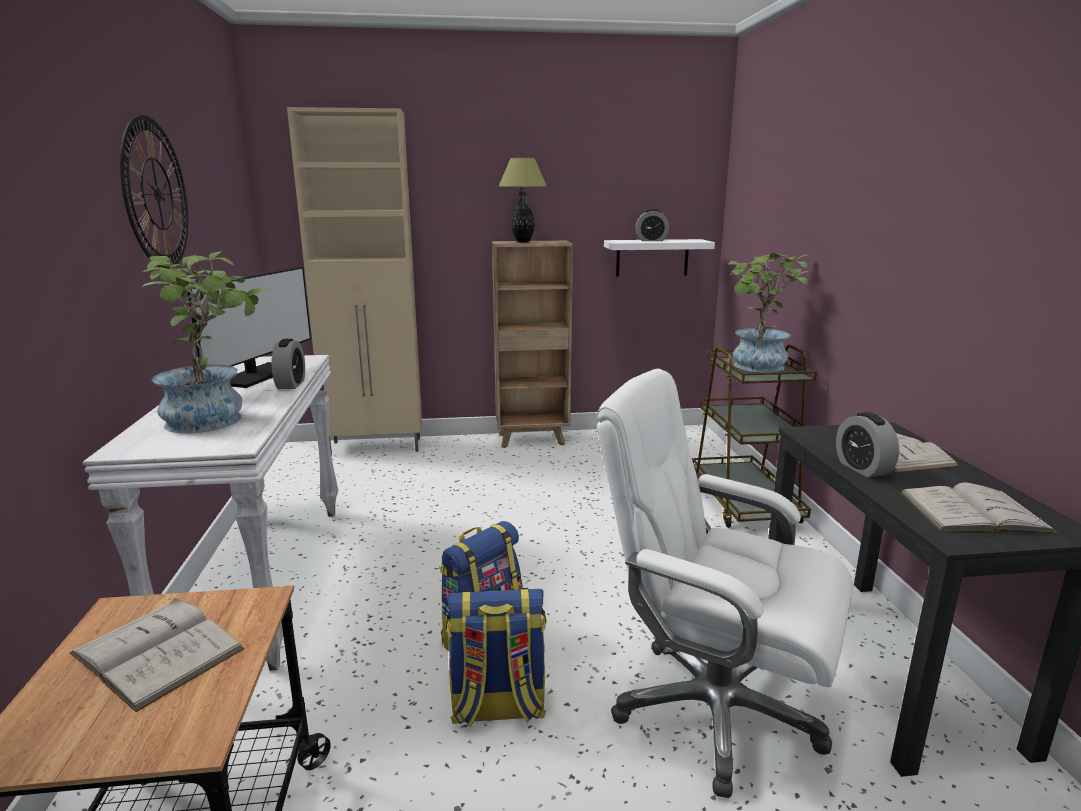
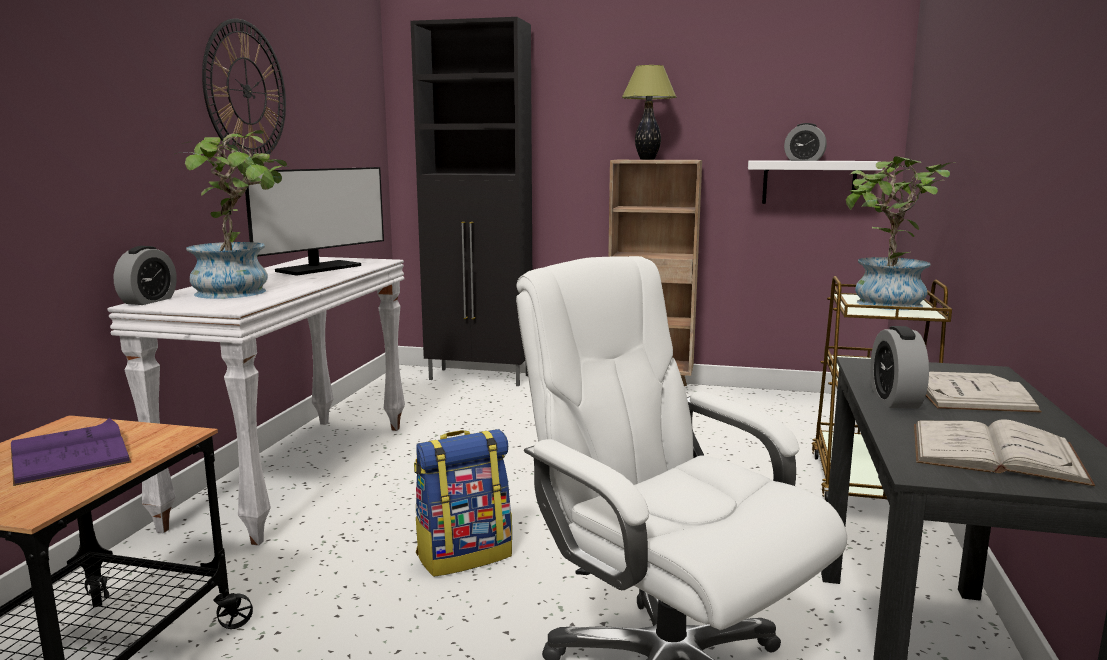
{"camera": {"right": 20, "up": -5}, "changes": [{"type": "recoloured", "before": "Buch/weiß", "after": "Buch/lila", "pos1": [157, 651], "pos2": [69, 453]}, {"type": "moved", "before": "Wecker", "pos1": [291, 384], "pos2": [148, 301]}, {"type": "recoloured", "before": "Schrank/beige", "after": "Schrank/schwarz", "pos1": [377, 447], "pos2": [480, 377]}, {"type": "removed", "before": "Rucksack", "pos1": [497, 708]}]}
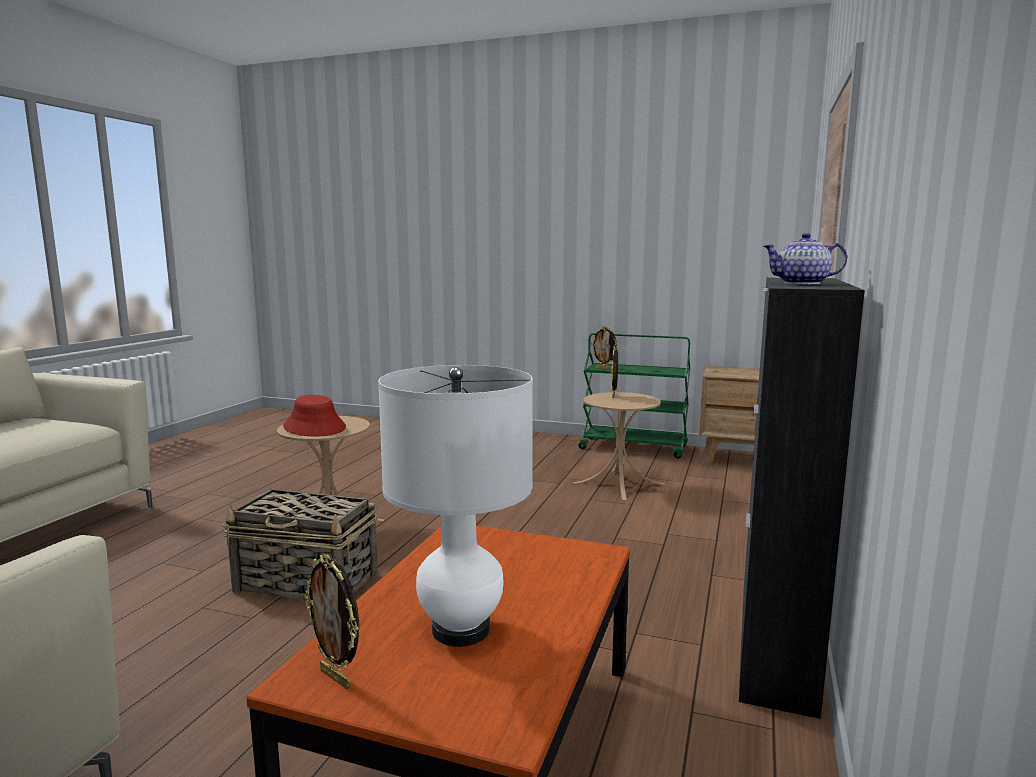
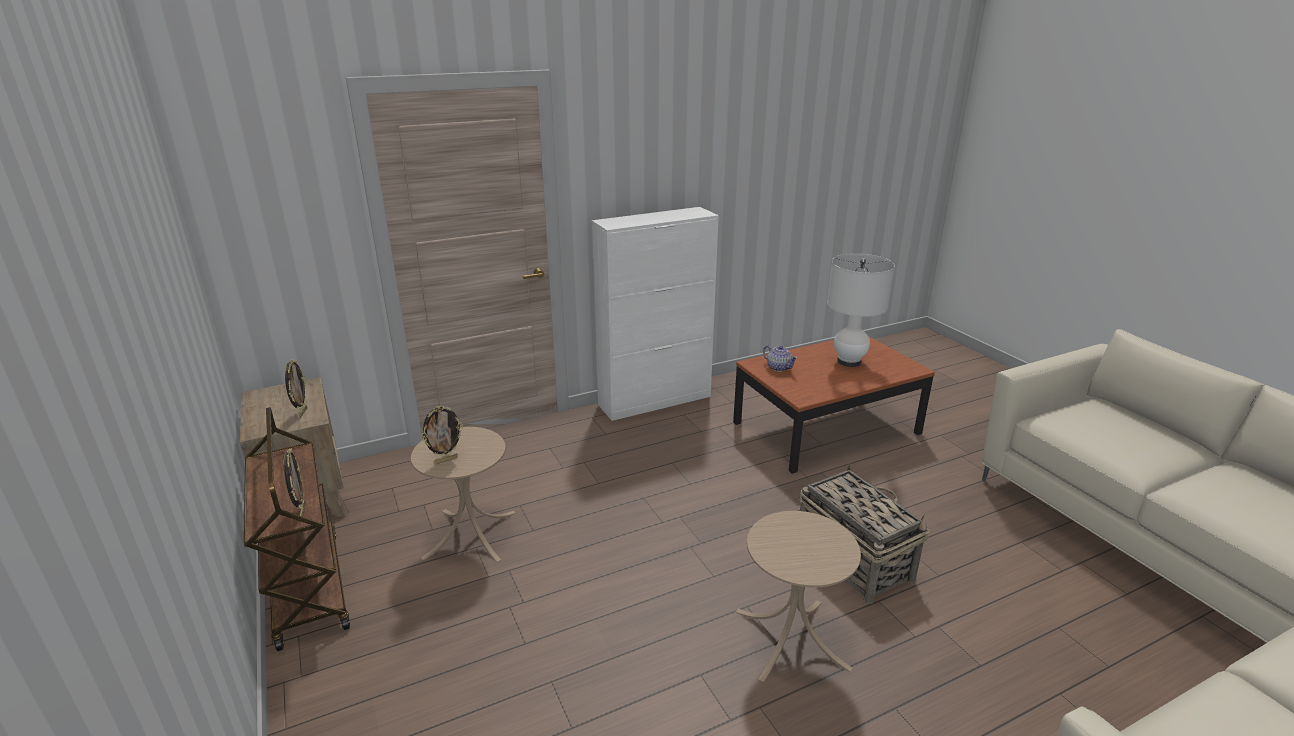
{"camera": {"right": -135, "up": 15}, "changes": [{"type": "recoloured", "before": "Rollwagen/grün", "after": "Rollwagen/braun", "pos1": [634, 448], "pos2": [307, 587]}, {"type": "moved", "before": "Bilderrahmen", "pos1": [337, 678], "pos2": [302, 413]}, {"type": "recoloured", "before": "Schrank/schwarz", "after": "Schrank/weiß", "pos1": [775, 645], "pos2": [655, 400]}, {"type": "moved", "before": "Teekanne", "pos1": [803, 283], "pos2": [778, 367]}, {"type": "removed", "before": "Hut/rot", "pos1": [315, 427]}]}
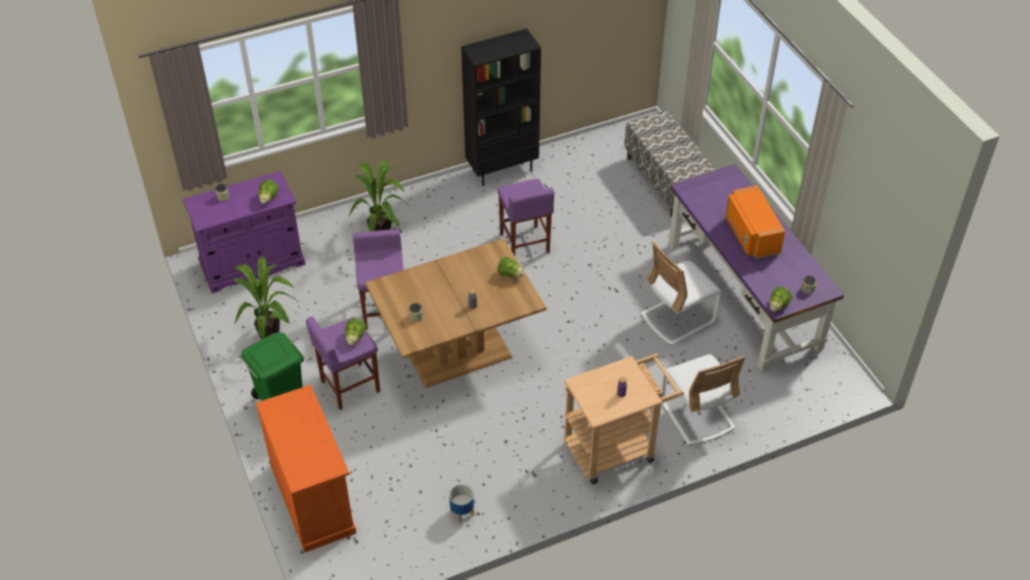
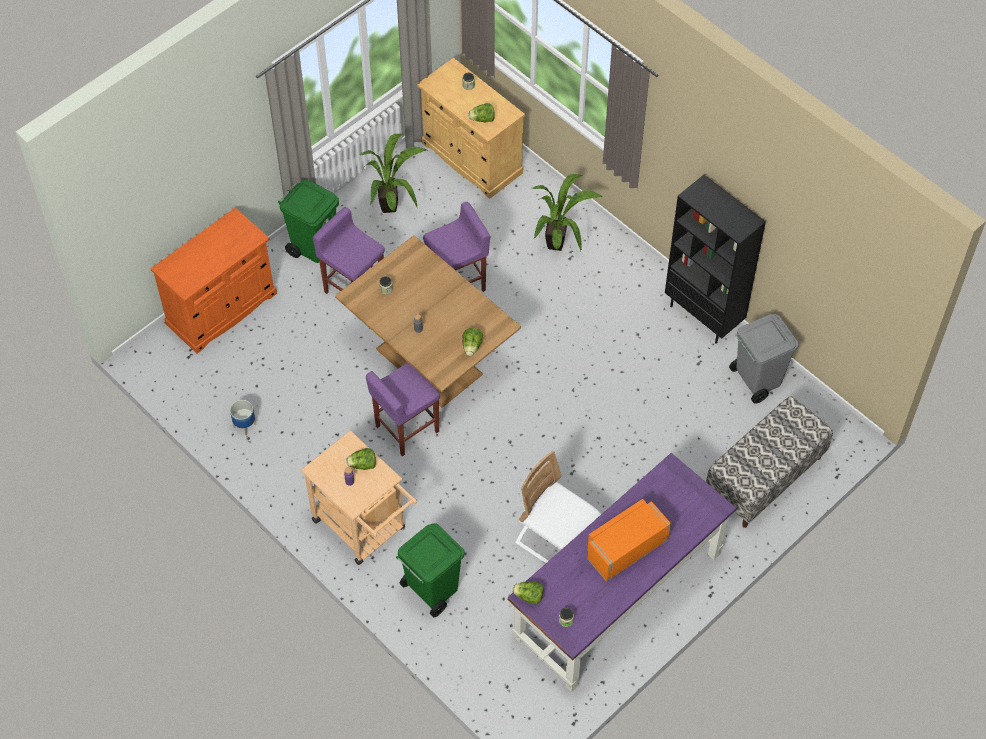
{"camera": {"right": 70, "up": 10}, "changes": [{"type": "moved", "before": "Salatkopf", "pos1": [355, 338], "pos2": [362, 465]}, {"type": "moved", "before": "Hocker/lila", "pos1": [524, 244], "pos2": [406, 429]}, {"type": "replaced", "before": "Stuhl/weiß", "after": "Mülleimer/grün", "pos1": [697, 415], "pos2": [431, 590]}, {"type": "recoloured", "before": "Schrank/lila", "after": "Schrank/beige", "pos1": [252, 264], "pos2": [471, 158]}, {"type": "added", "after": "Mülleimer/grau", "pos2": [756, 380]}]}
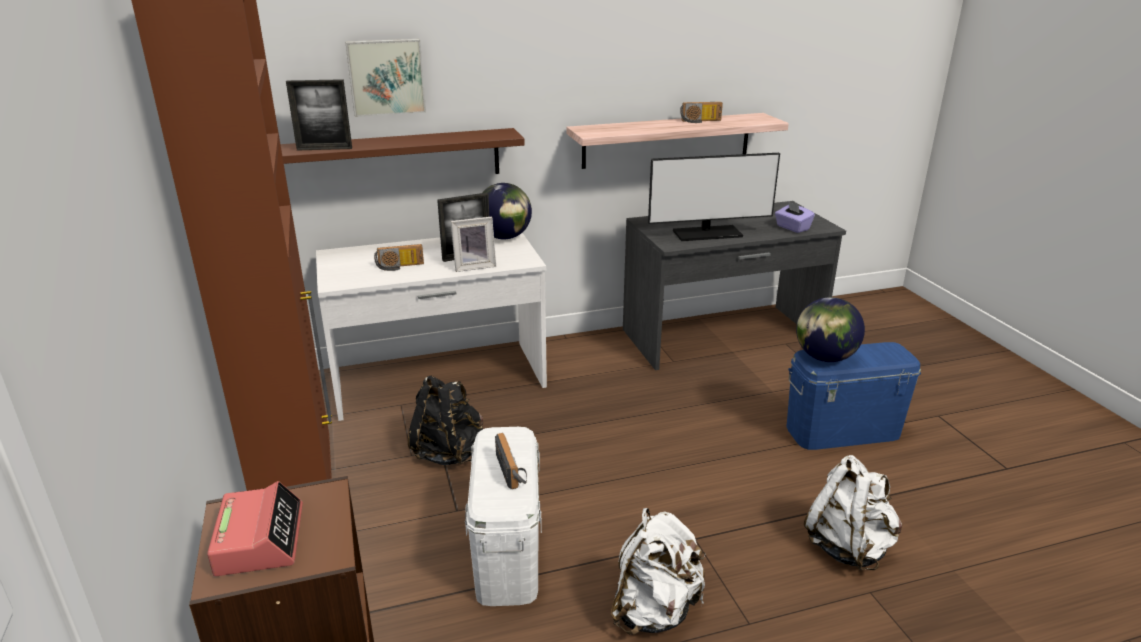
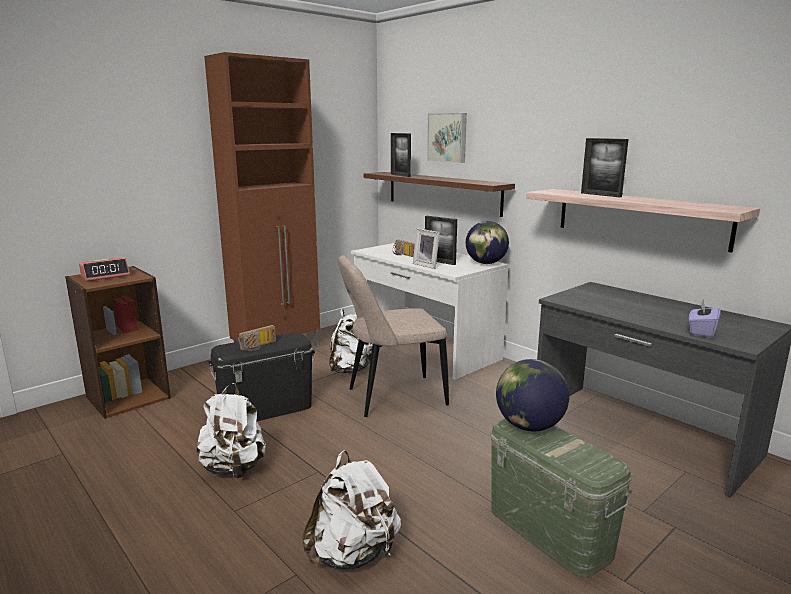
{"camera": {"right": 65, "up": -10}, "changes": [{"type": "recoloured", "before": "Aufbewahrungsbox/weiß", "after": "Aufbewahrungsbox/schwarz", "pos1": [507, 554], "pos2": [266, 409]}, {"type": "recoloured", "before": "Rucksack/schwarz", "after": "Rucksack/weiß", "pos1": [448, 452], "pos2": [351, 370]}, {"type": "added", "after": "Stuhl/beige", "pos2": [392, 397]}, {"type": "recoloured", "before": "Aufbewahrungsbox/blau", "after": "Aufbewahrungsbox/grün", "pos1": [842, 431], "pos2": [549, 531]}, {"type": "added", "after": "Bilderrahmen", "pos2": [600, 195]}, {"type": "removed", "before": "Monitor", "pos1": [707, 234]}, {"type": "removed", "before": "Radio", "pos1": [700, 121]}]}
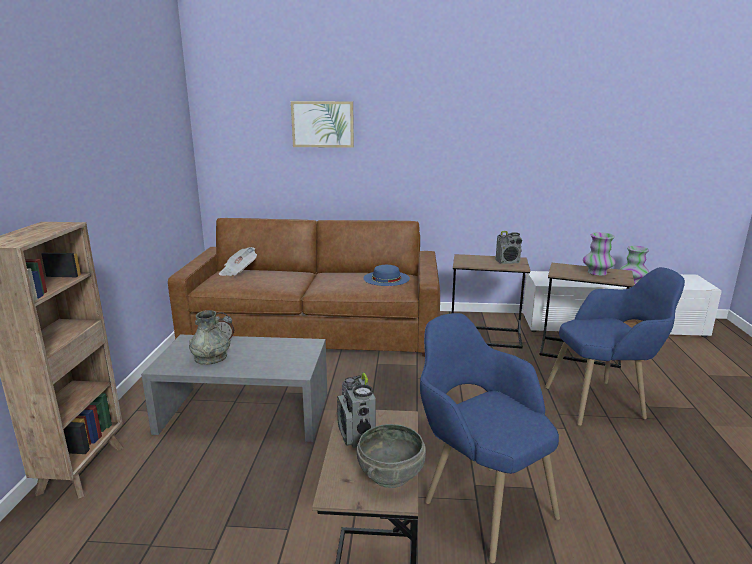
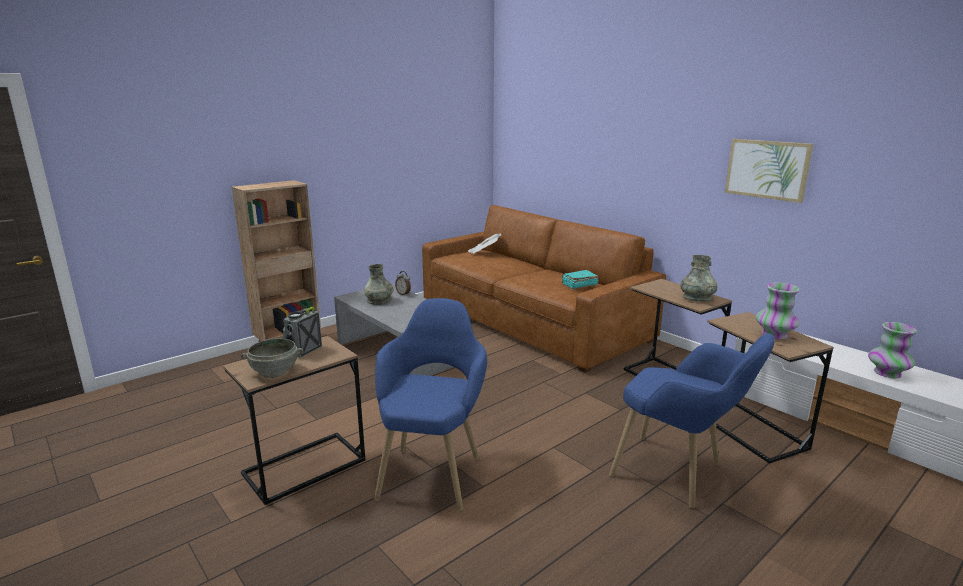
{"camera": {"right": 45, "up": 0}, "changes": [{"type": "replaced", "before": "Hut/blau", "after": "Buch/türkis", "pos1": [386, 278], "pos2": [579, 285]}, {"type": "replaced", "before": "Radio", "after": "Vase/grau", "pos1": [508, 262], "pos2": [697, 298]}, {"type": "moved", "before": "Bild", "pos1": [322, 124], "pos2": [767, 169]}]}
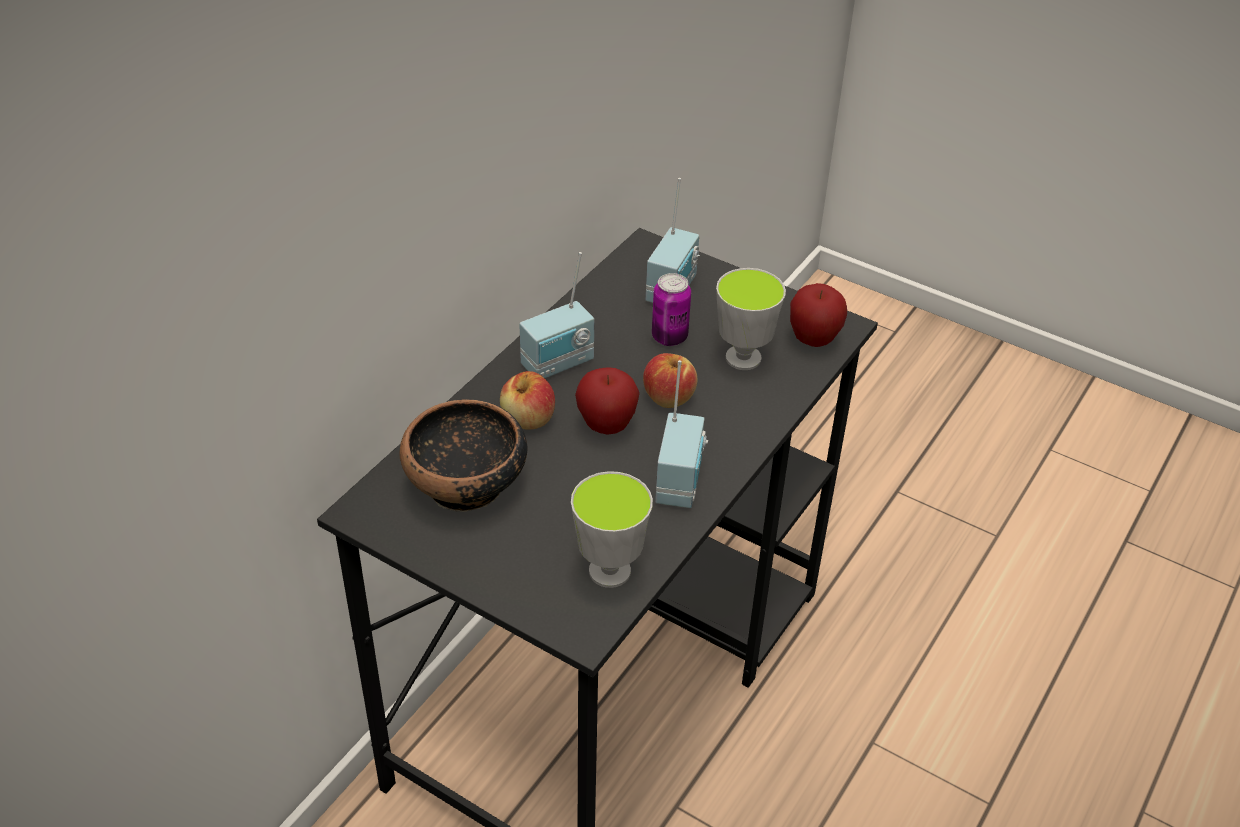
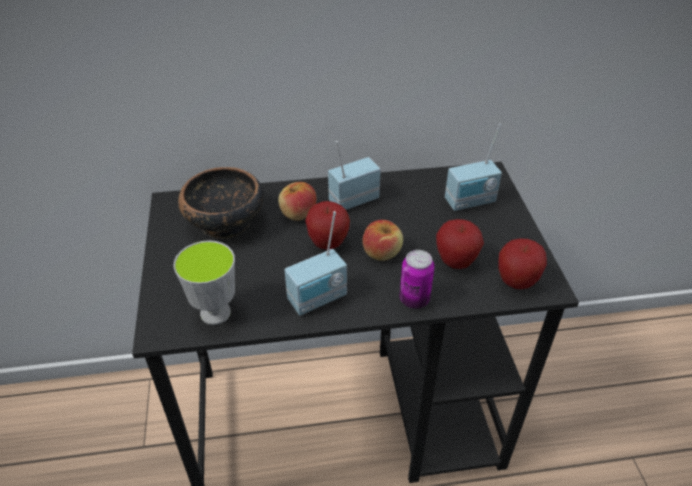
{"camera": {"right": 50, "up": 0}, "changes": [{"type": "turned", "before": "Radio", "pos1": [559, 365], "pos2": [352, 199], "turn": 135}, {"type": "moved", "before": "Dose", "pos1": [669, 337], "pos2": [414, 299]}, {"type": "replaced", "before": "Tasse", "after": "Apfel", "pos1": [743, 358], "pos2": [455, 262]}]}
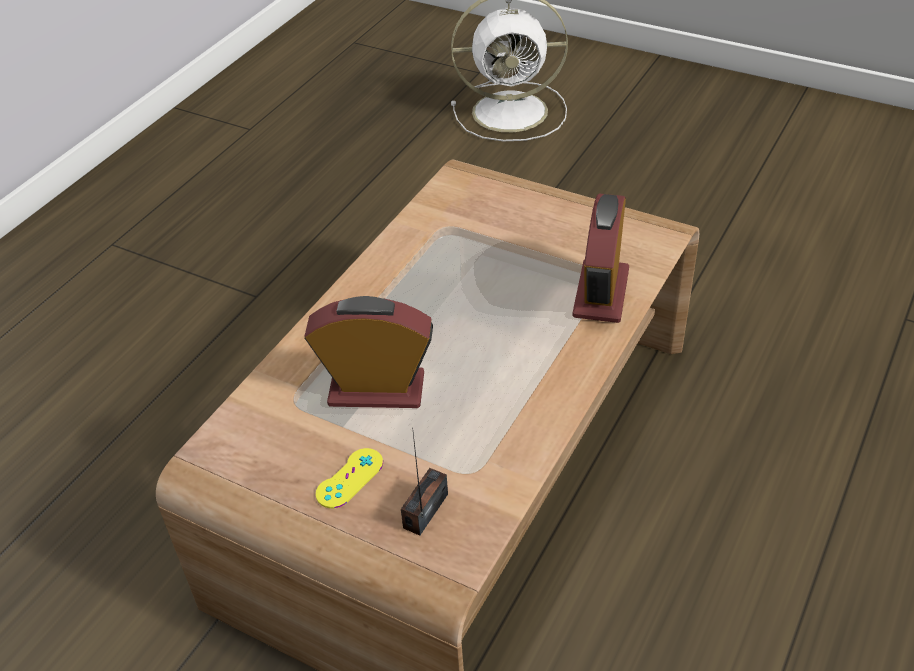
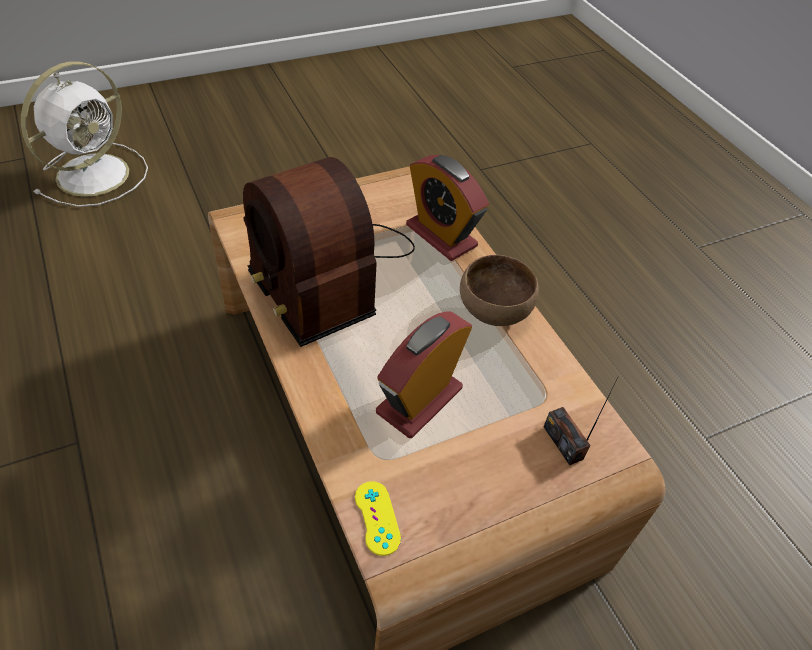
{"camera": {"right": -60, "up": 5}, "changes": [{"type": "added", "after": "Radio", "pos2": [327, 272]}, {"type": "moved", "before": "Gamepad/gelb", "pos1": [349, 478], "pos2": [377, 518]}, {"type": "added", "after": "Schüssel/braun", "pos2": [492, 309]}]}
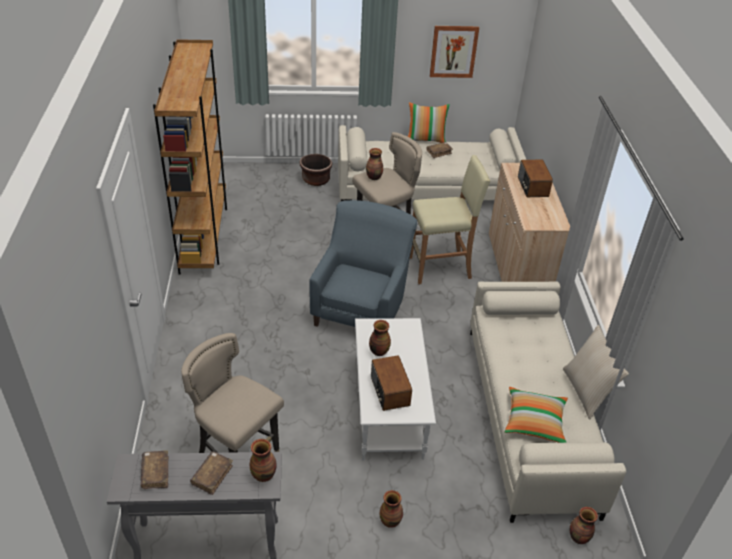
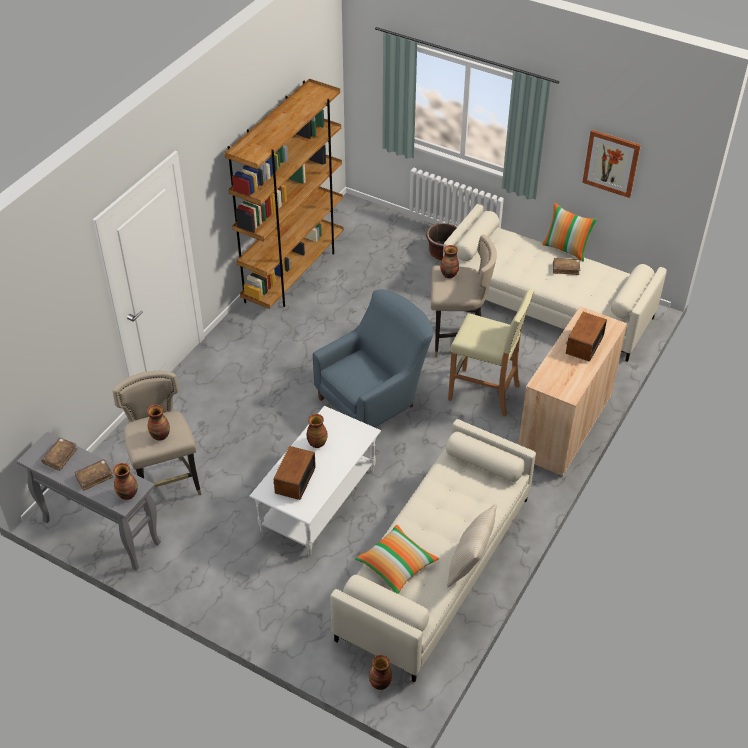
{"camera": {"right": 35, "up": 5}, "changes": [{"type": "moved", "before": "Vase", "pos1": [390, 520], "pos2": [161, 435]}]}
